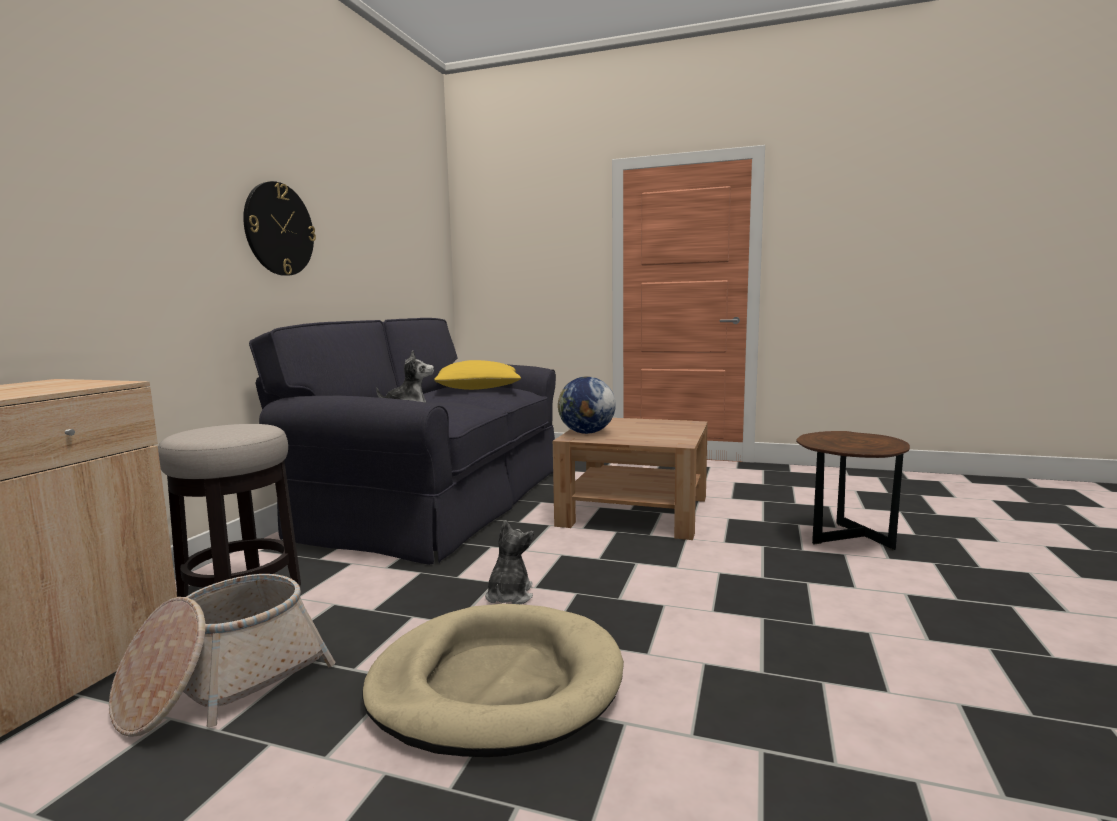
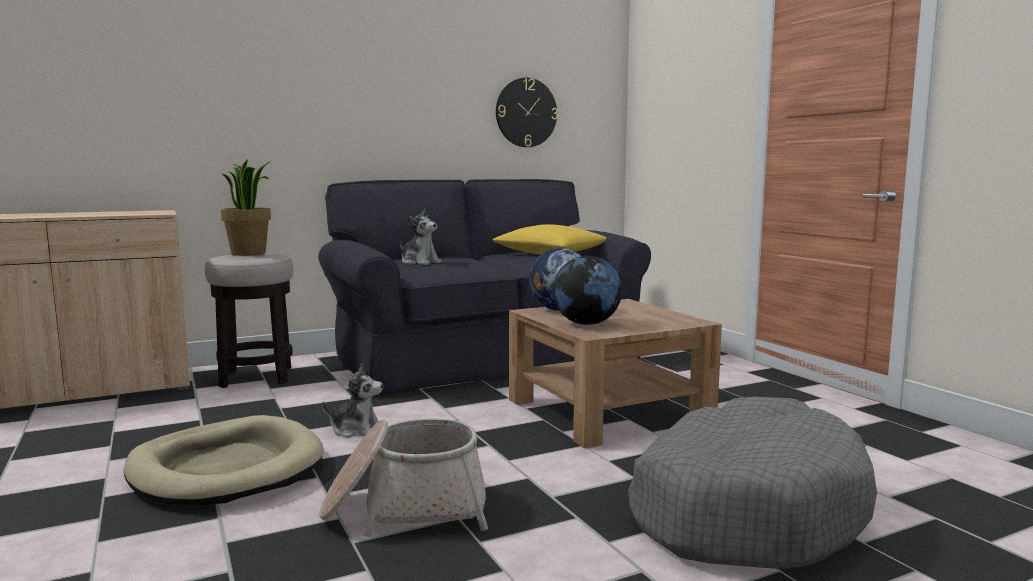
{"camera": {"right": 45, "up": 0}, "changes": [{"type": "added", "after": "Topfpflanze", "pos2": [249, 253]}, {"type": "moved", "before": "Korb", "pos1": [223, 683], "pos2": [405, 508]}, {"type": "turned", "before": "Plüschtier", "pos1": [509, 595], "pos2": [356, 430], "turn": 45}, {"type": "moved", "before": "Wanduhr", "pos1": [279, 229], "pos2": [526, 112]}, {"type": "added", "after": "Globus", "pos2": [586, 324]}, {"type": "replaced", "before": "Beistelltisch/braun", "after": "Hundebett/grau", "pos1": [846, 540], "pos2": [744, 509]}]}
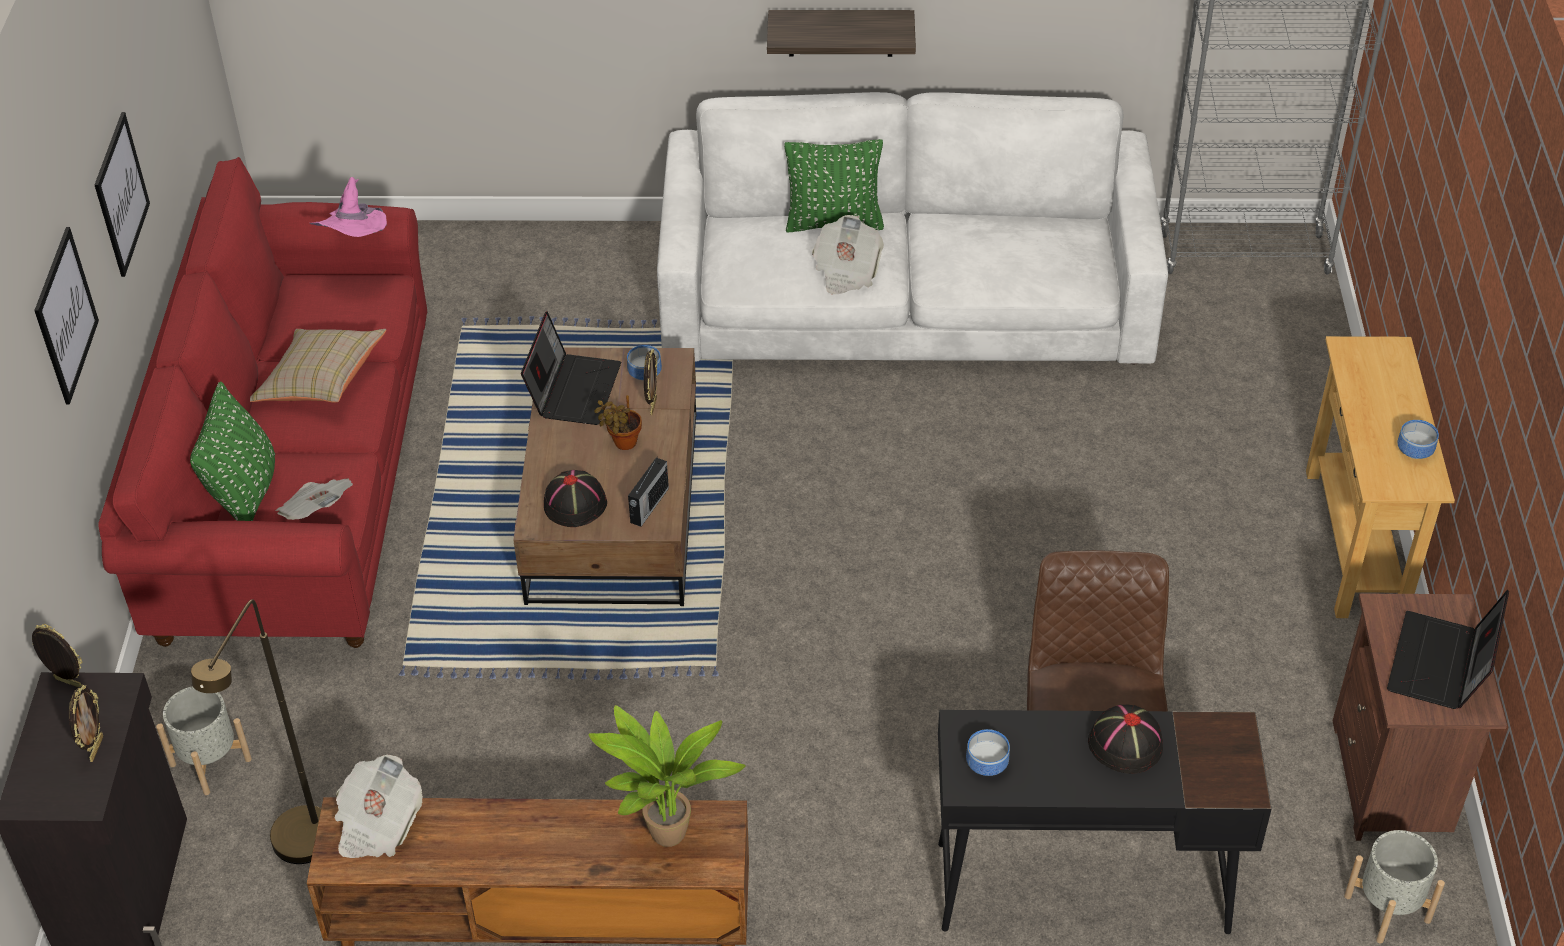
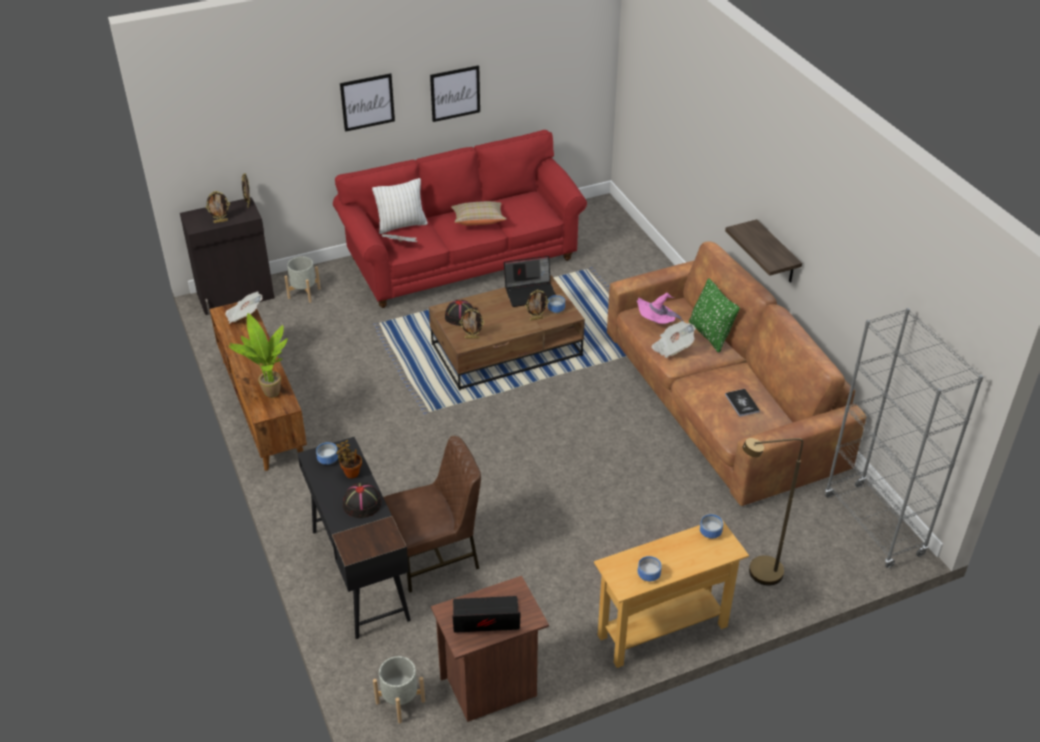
{"camera": {"right": 65, "up": -5}, "changes": [{"type": "moved", "before": "Topfpflanze", "pos1": [622, 443], "pos2": [351, 472]}, {"type": "recoloured", "before": "Kissen/grün", "after": "Kissen/weiß", "pos1": [245, 493], "pos2": [401, 225]}, {"type": "replaced", "before": "Radio", "after": "Bilderrahmen", "pos1": [648, 506], "pos2": [472, 337]}, {"type": "recoloured", "before": "Sofa/weiß", "after": "Sofa/braun", "pos1": [906, 298], "pos2": [720, 400]}, {"type": "moved", "before": "Hut/rosa", "pos1": [357, 242], "pos2": [656, 323]}, {"type": "added", "after": "Schüssel", "pos2": [709, 533]}, {"type": "added", "after": "Buch", "pos2": [742, 403]}, {"type": "moved", "before": "Stehlampe/braun", "pos1": [298, 853], "pos2": [756, 574]}]}
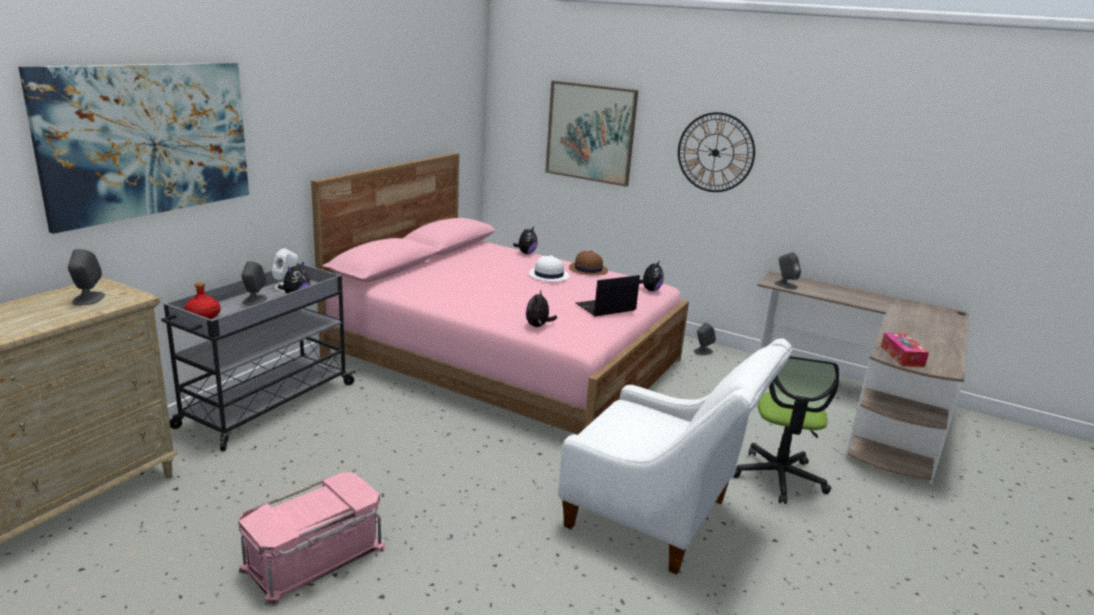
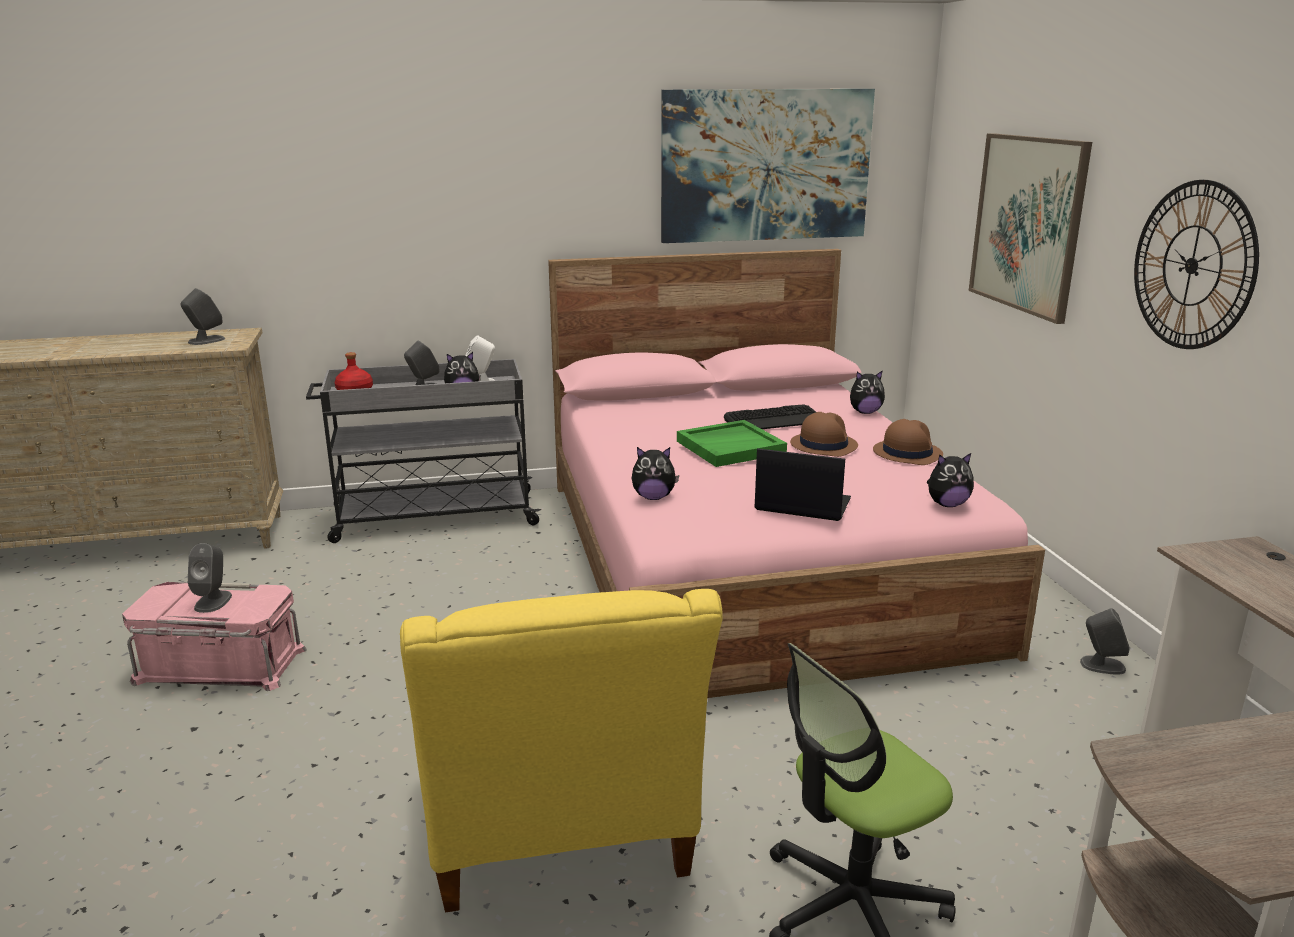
{"camera": {"right": 50, "up": 0}, "changes": [{"type": "moved", "before": "Lautsprecher/grau", "pos1": [785, 285], "pos2": [213, 601]}, {"type": "recoloured", "before": "Sessel/weiß", "after": "Sessel/gelb", "pos1": [659, 518], "pos2": [560, 837]}, {"type": "turned", "before": "Plüschtier", "pos1": [538, 326], "pos2": [653, 497], "turn": -150}, {"type": "moved", "before": "Bild", "pos1": [149, 140], "pos2": [766, 165]}, {"type": "added", "after": "Tablett/grün", "pos2": [731, 447]}, {"type": "added", "after": "Tastatur", "pos2": [773, 420]}, {"type": "recoloured", "before": "Hut/weiß", "after": "Hut/braun", "pos1": [548, 275], "pos2": [823, 445]}, {"type": "removed", "before": "Taschentuchbox", "pos1": [902, 356]}]}
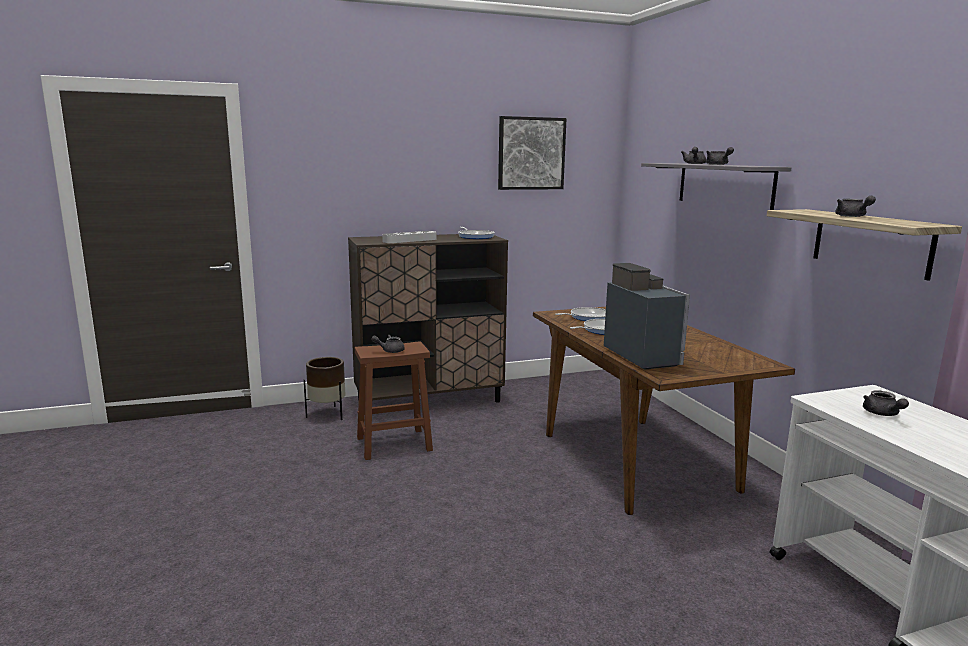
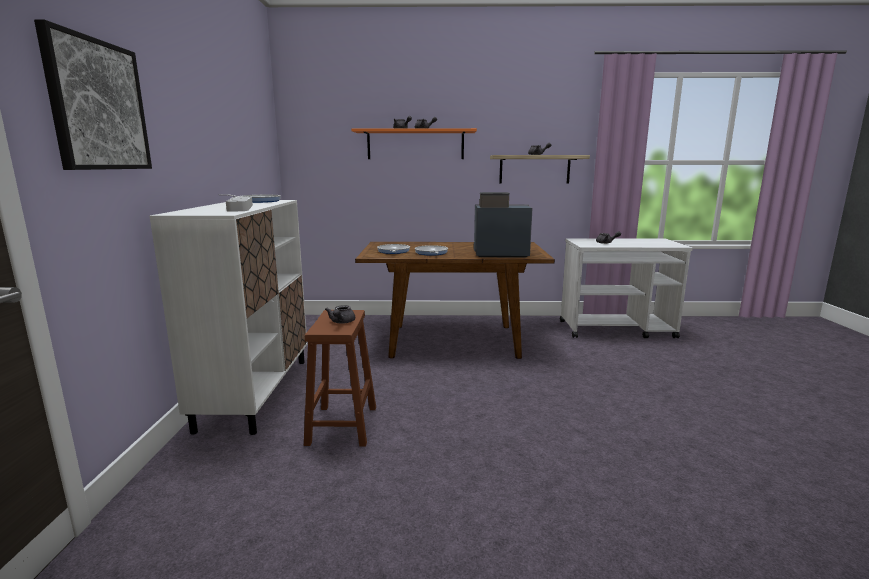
{"camera": {"right": -70, "up": 0}, "changes": [{"type": "moved", "before": "Bild", "pos1": [531, 153], "pos2": [97, 105]}, {"type": "recoloured", "before": "Schrank/braun", "after": "Schrank/weiß", "pos1": [429, 400], "pos2": [256, 392]}, {"type": "recoloured", "before": "Wandregal/grau", "after": "Wandregal/orange", "pos1": [724, 185], "pos2": [415, 145]}, {"type": "removed", "before": "Pflanzkübel/braun", "pos1": [328, 414]}]}
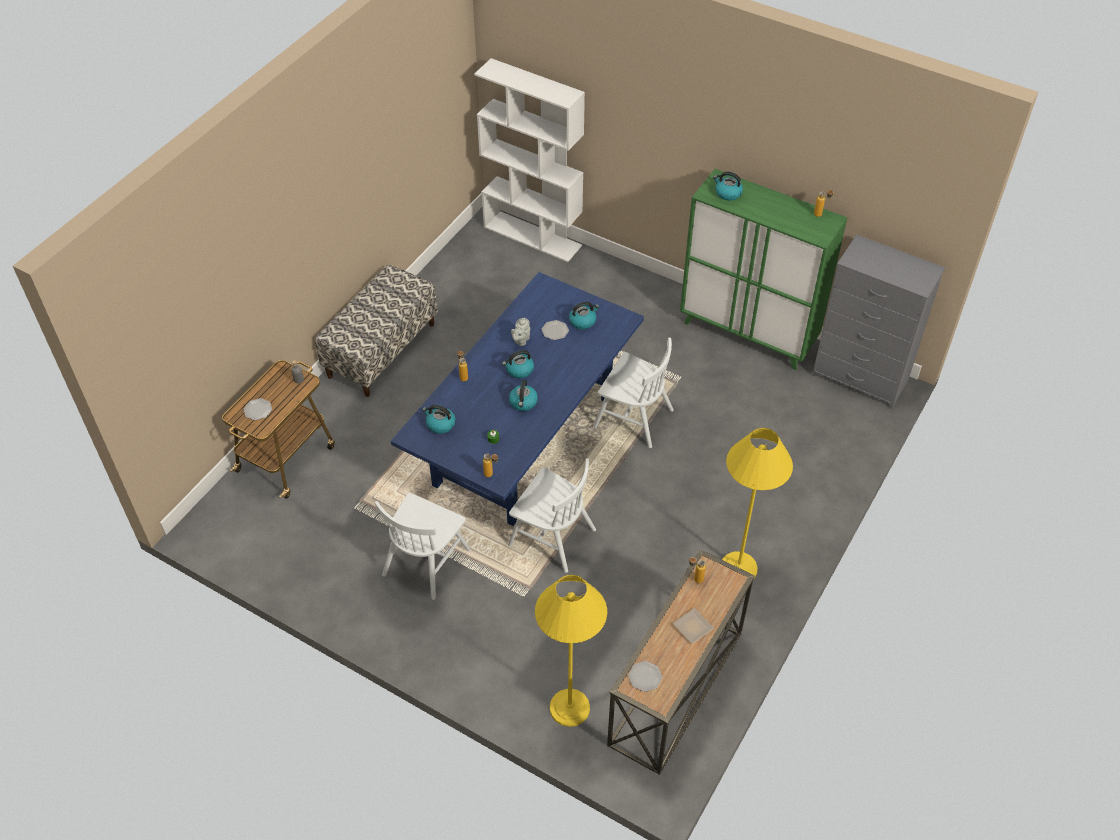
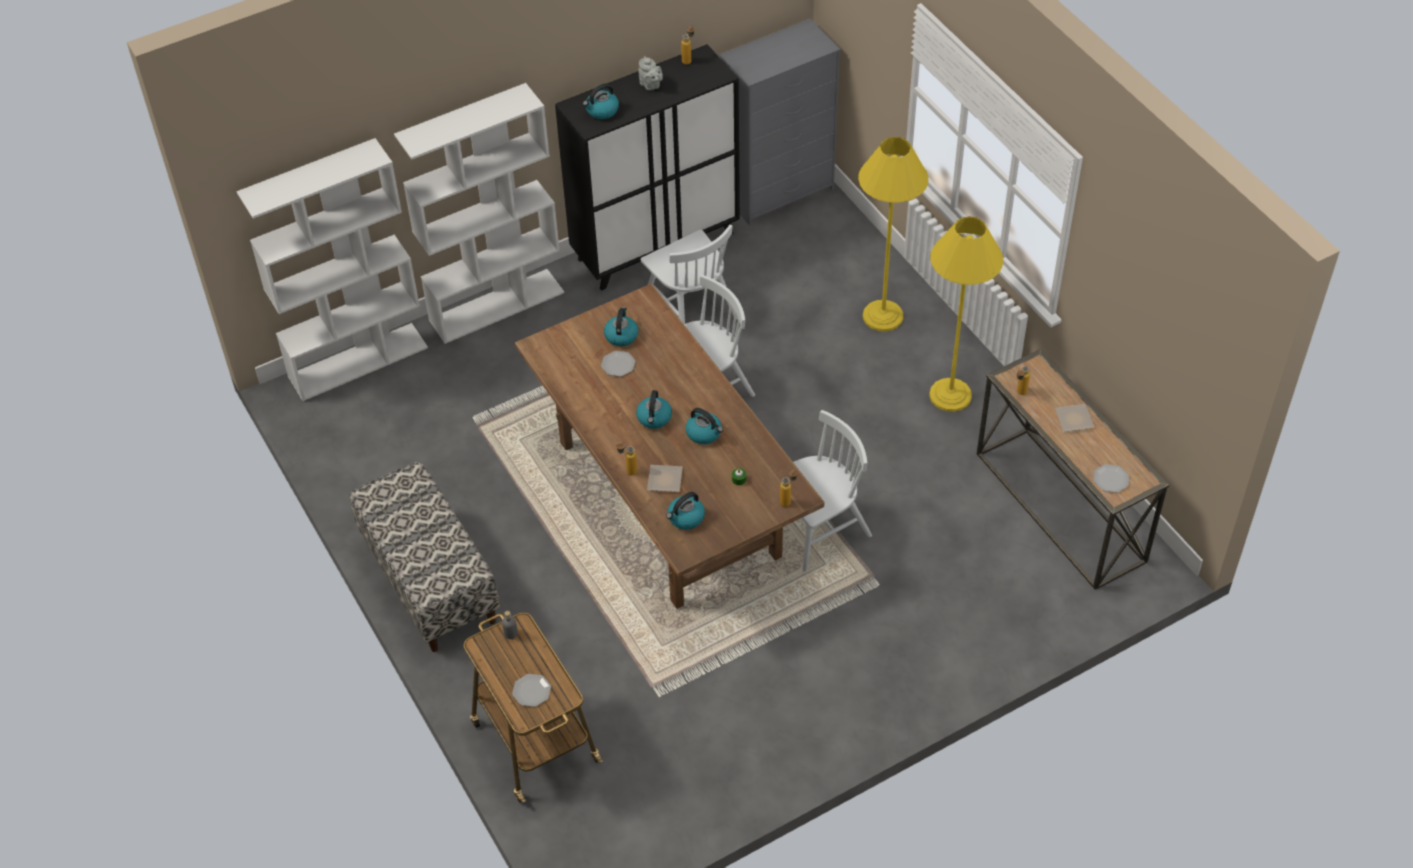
{"camera": {"right": -60, "up": 0}, "changes": [{"type": "added", "after": "Bücherregal/weiß", "pos2": [497, 305]}, {"type": "recoloured", "before": "Esstisch/blau", "after": "Esstisch/braun", "pos1": [524, 439], "pos2": [667, 497]}, {"type": "recoloured", "before": "Schrank/grün", "after": "Schrank/schwarz", "pos1": [748, 333], "pos2": [656, 246]}, {"type": "moved", "before": "Teekanne/grau", "pos1": [521, 340], "pos2": [651, 85]}, {"type": "moved", "before": "Stuhl/weiß", "pos1": [426, 561], "pos2": [690, 309]}, {"type": "added", "after": "Teller", "pos2": [666, 481]}, {"type": "moved", "before": "Stehlampe/gelb", "pos1": [569, 707], "pos2": [882, 316]}]}
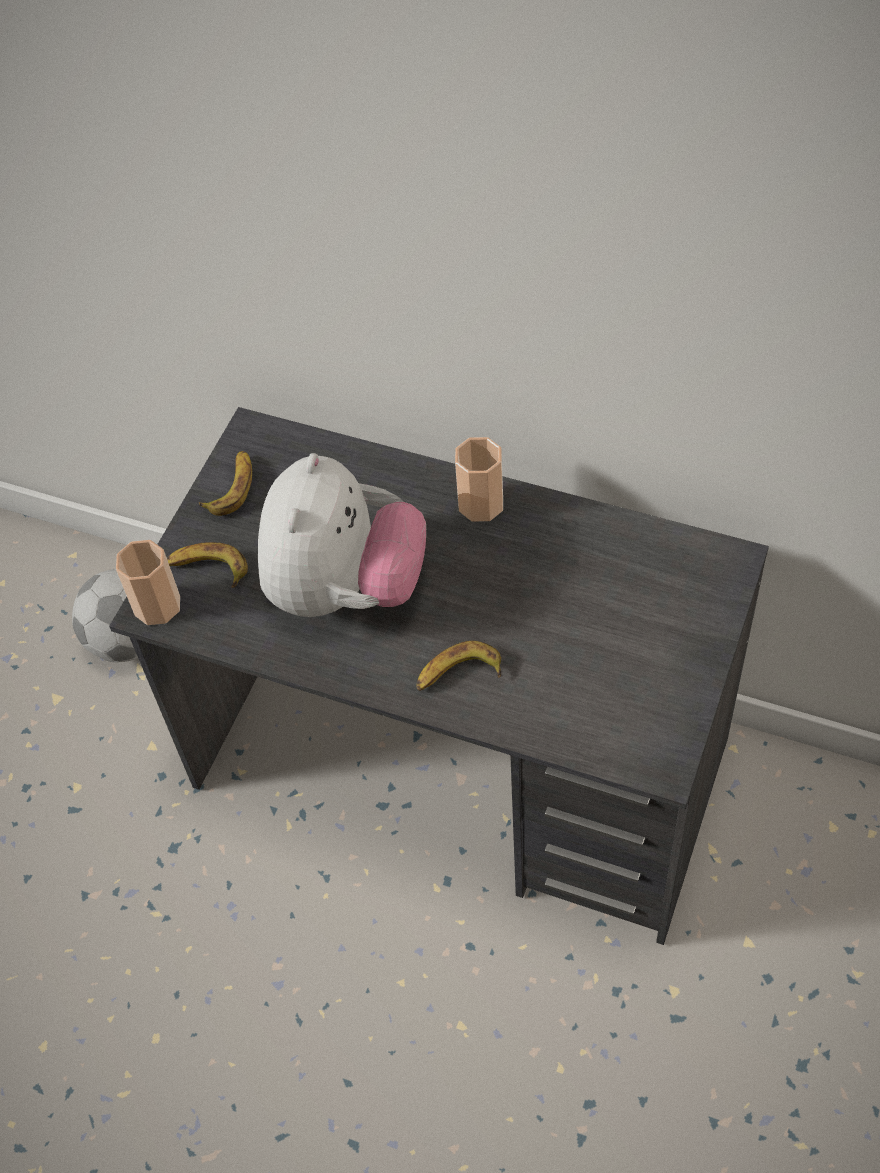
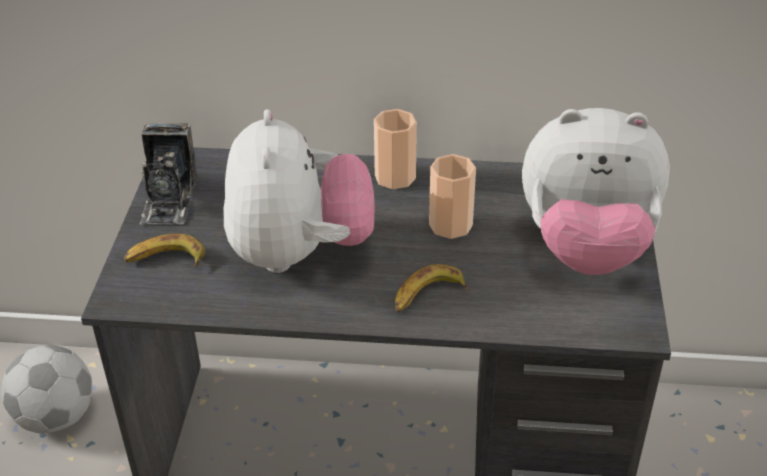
{"camera": {"right": -20, "up": -15}, "changes": [{"type": "replaced", "before": "Banane", "after": "Kamera", "pos1": [232, 487], "pos2": [169, 199]}, {"type": "moved", "before": "Tasse", "pos1": [157, 605], "pos2": [450, 225]}, {"type": "added", "after": "Plüschtier", "pos2": [586, 248]}]}
